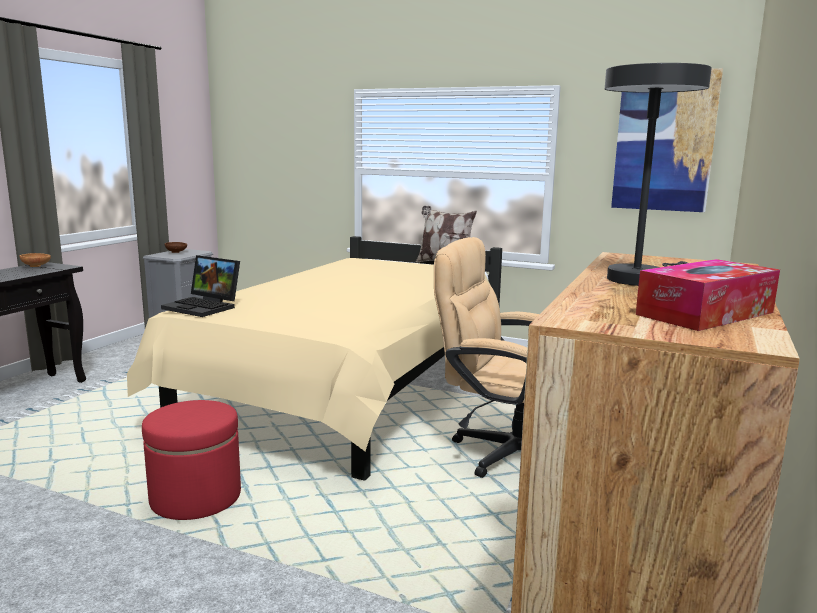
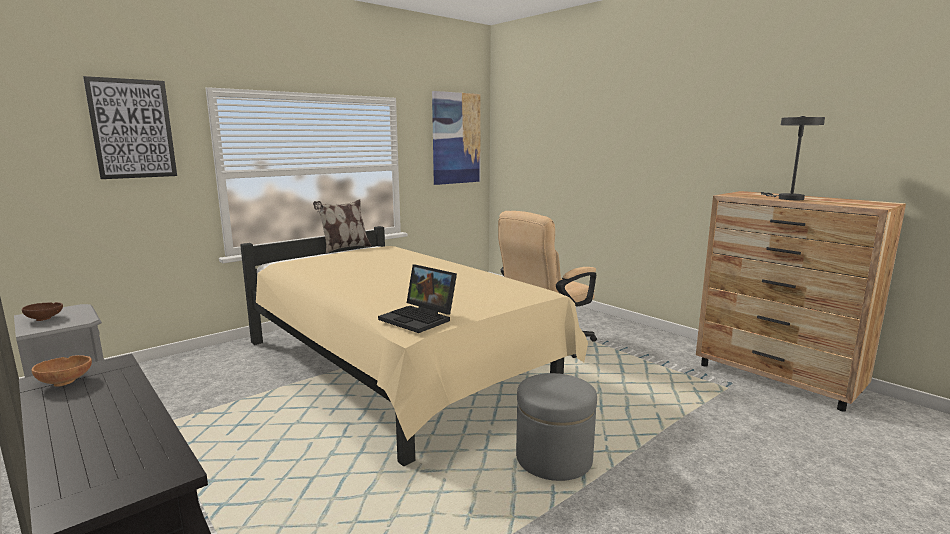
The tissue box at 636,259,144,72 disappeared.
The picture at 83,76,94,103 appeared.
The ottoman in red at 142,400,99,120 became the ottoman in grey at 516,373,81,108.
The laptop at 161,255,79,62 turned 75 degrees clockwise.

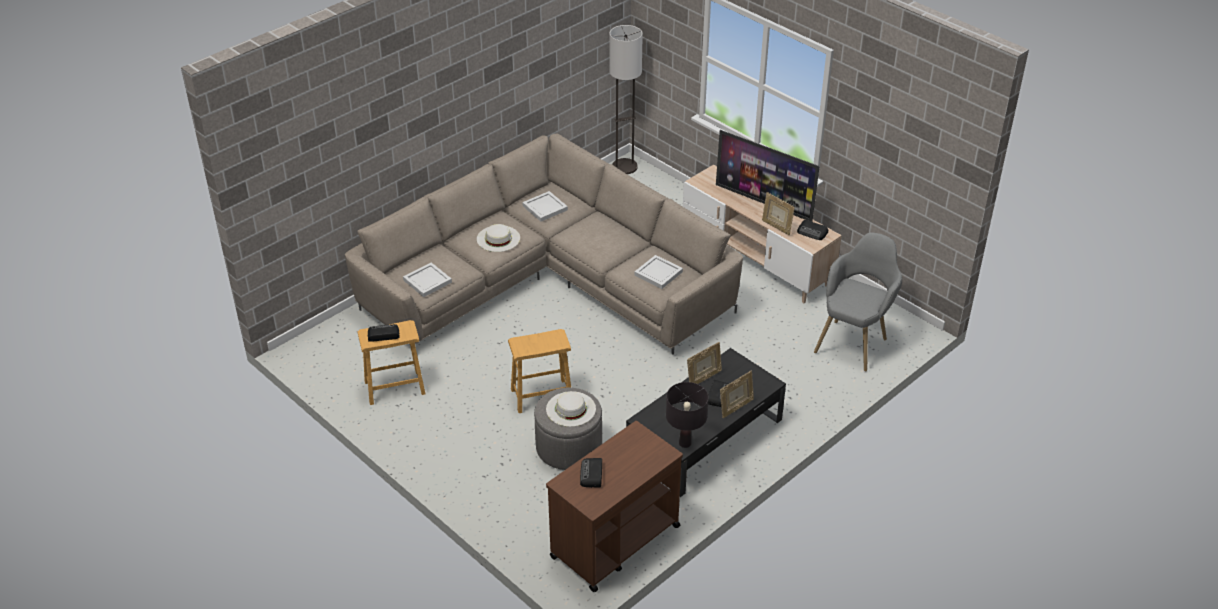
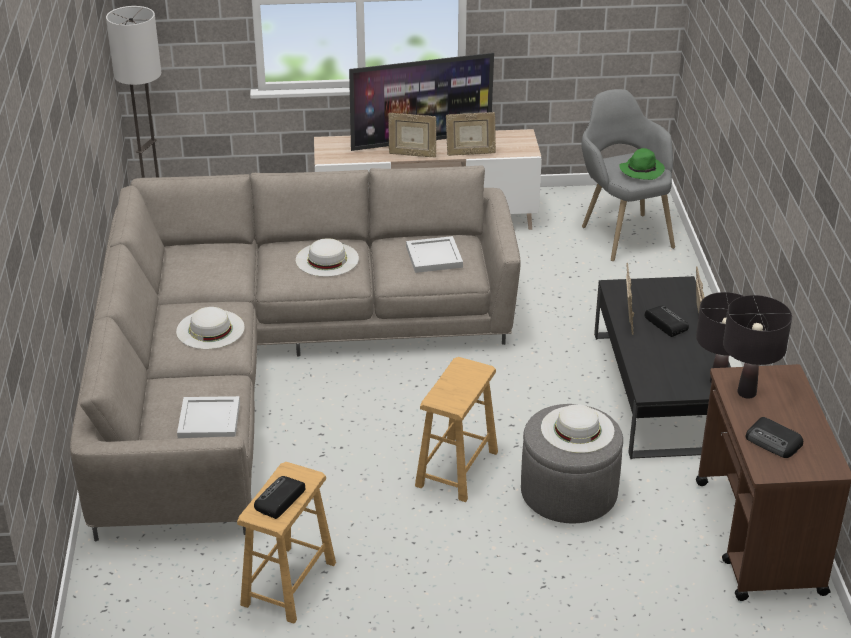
The tray in white at 522,191,46,31 disappeared.
The radio at 797,220,31,20 disappeared.
The hat in white at 296,238,63,39 appeared.
The picture frame at 388,113,48,45 appeared.
The hat in green at 620,148,45,32 appeared.
The table lamp in black at 723,295,69,104 appeared.

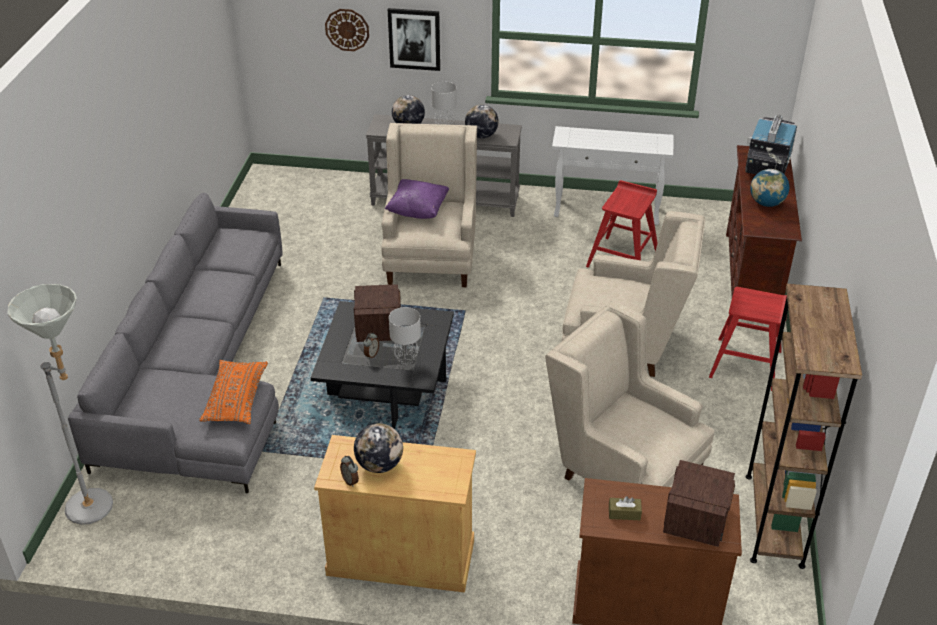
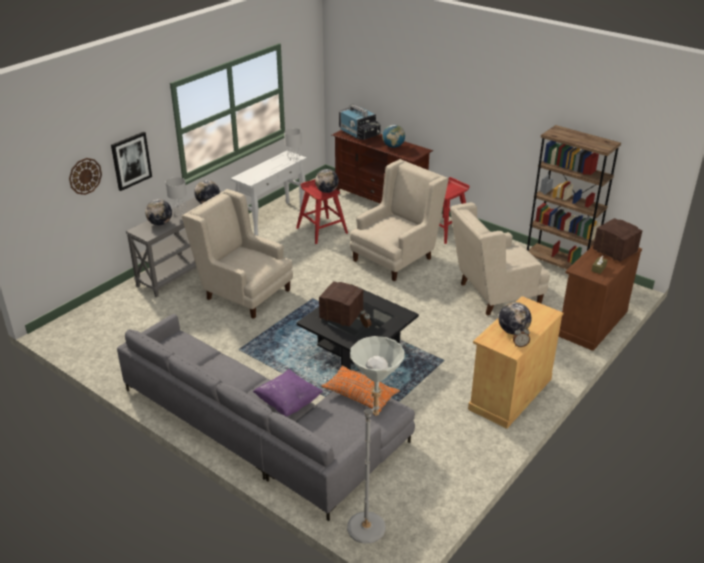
The globe at 315,169,24,24 appeared.
The pillow in purple moved from 385,179,64,40 to 253,369,70,47.
The table lamp in grey moved from 389,307,32,57 to 284,128,18,34.

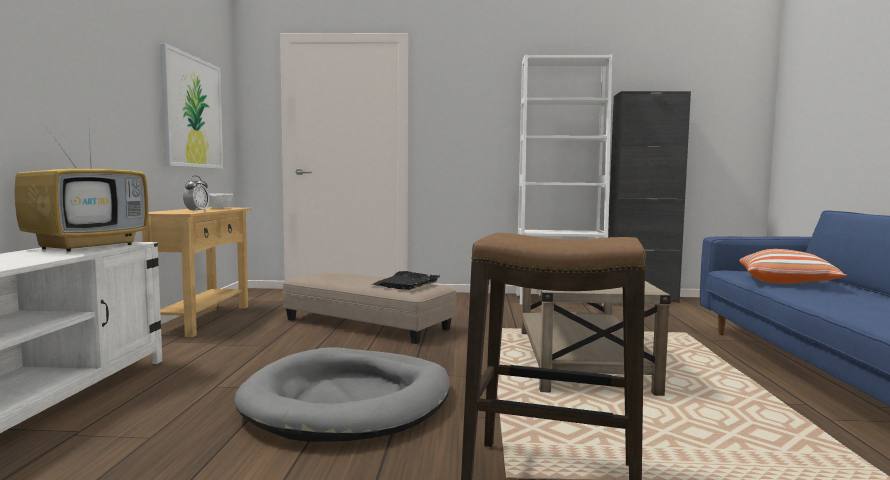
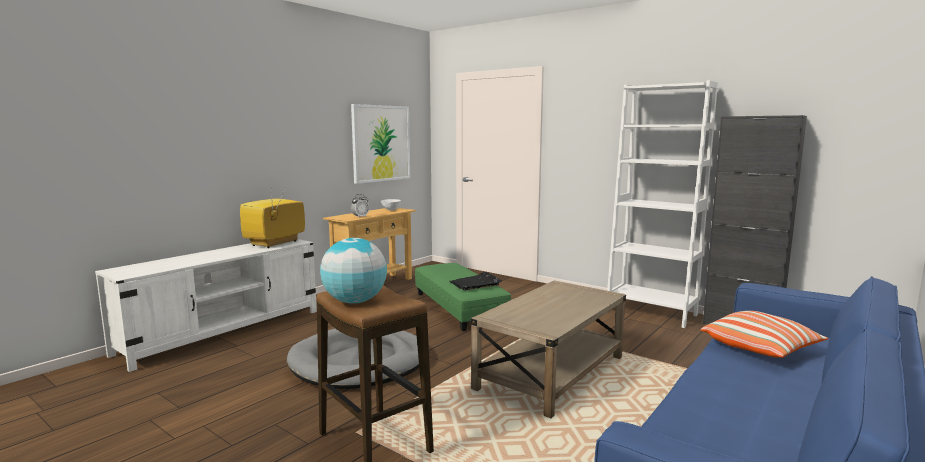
The globe at 320,238,67,66 appeared.
The ottoman in beige at 283,272,173,72 became the ottoman in green at 415,263,96,68.
The television at 15,132,133,119 turned 150 degrees clockwise.

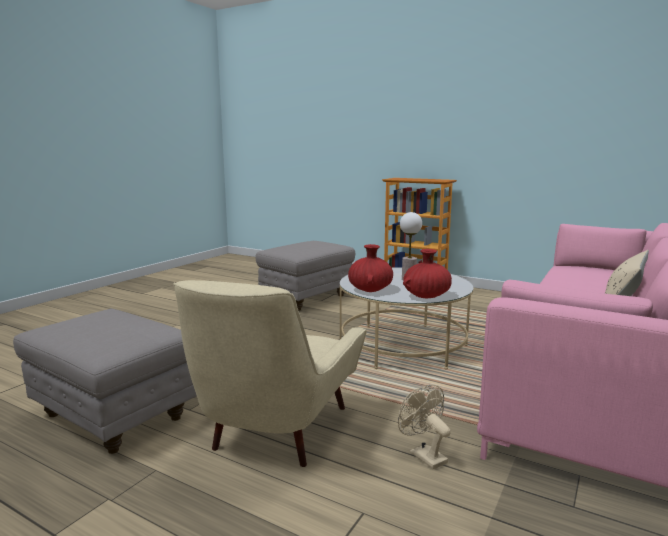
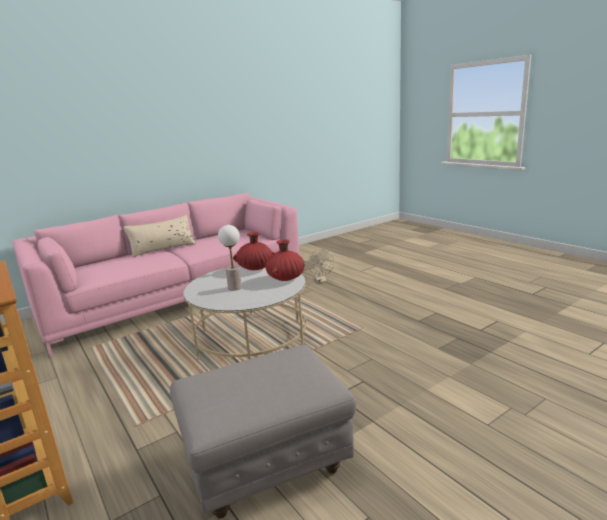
The ottoman in grey at 13,308,183,146 disappeared.
The armchair in beige at 173,280,194,187 disappeared.

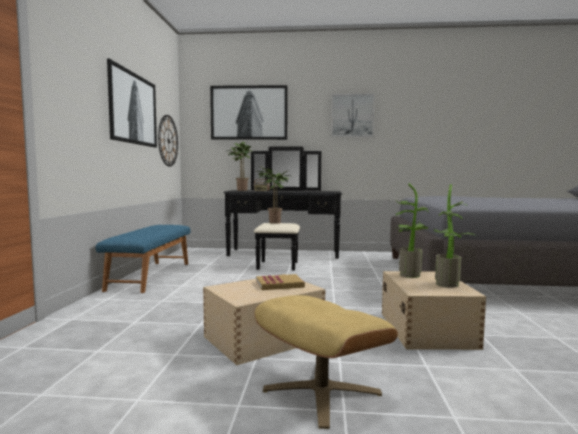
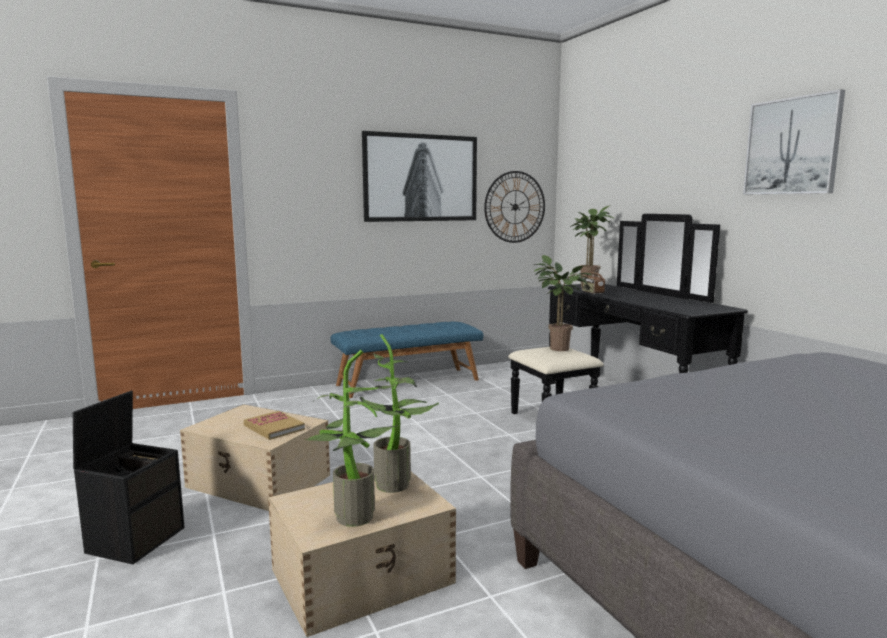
The picture at 210,85,78,55 disappeared.
The ottoman in beige at 254,295,144,134 was replaced by the storage box in black at 73,391,112,173.

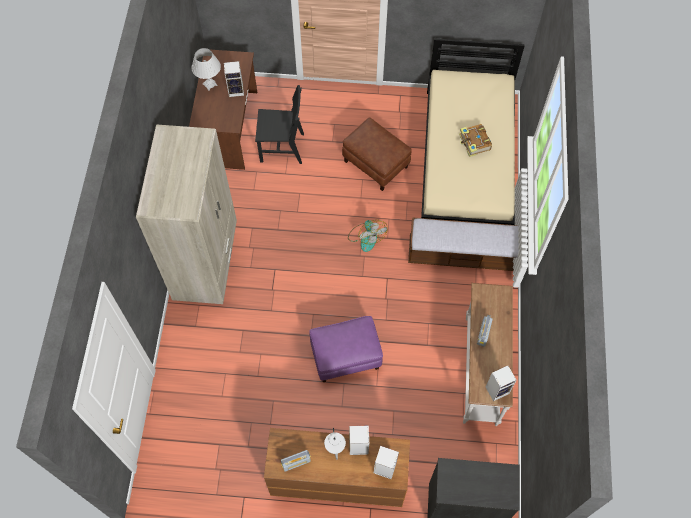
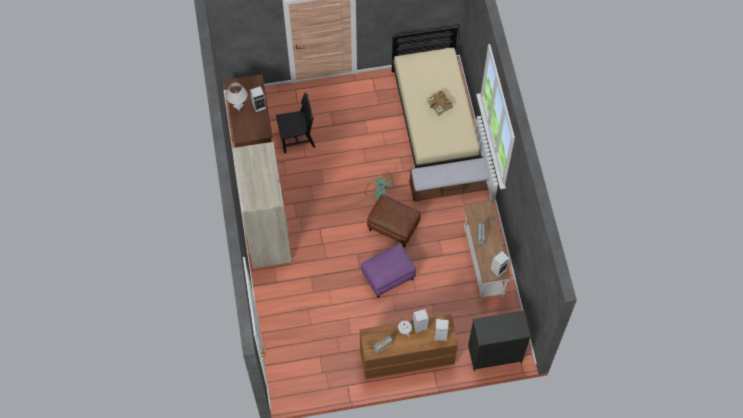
The ottoman in brown moved from 342,117,70,74 to 367,194,54,53.

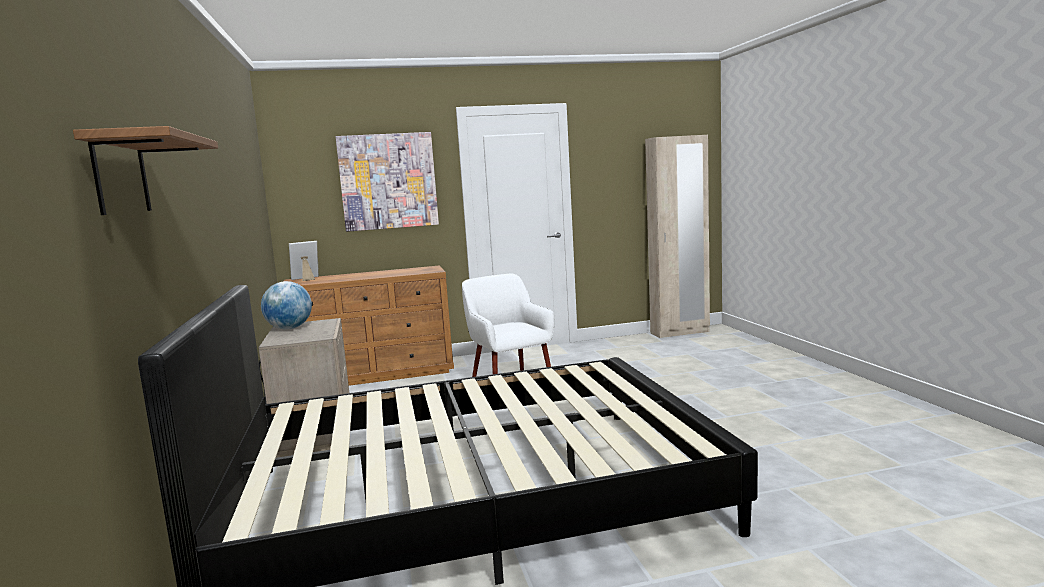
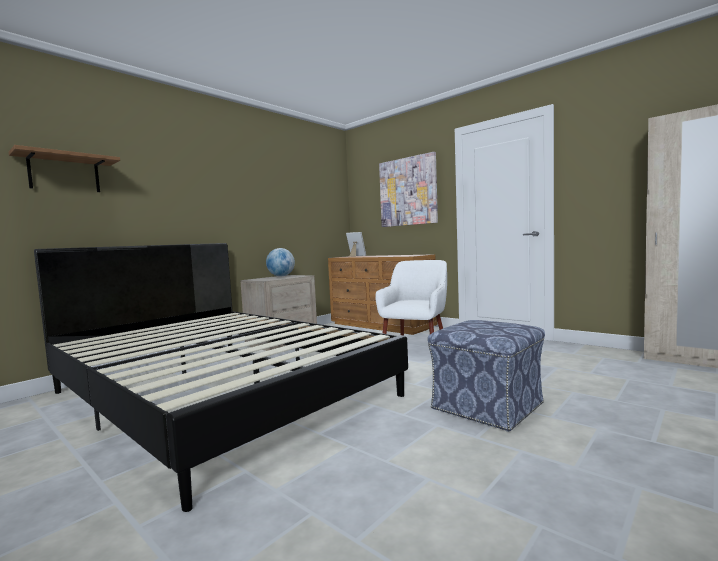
The ottoman at 428,320,117,112 appeared.

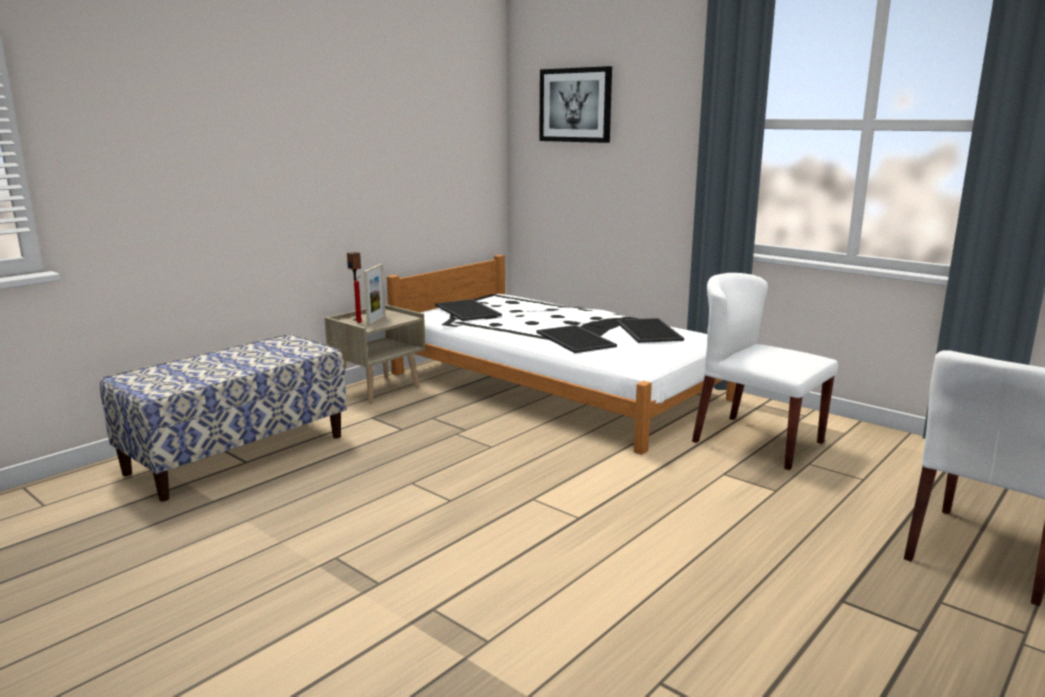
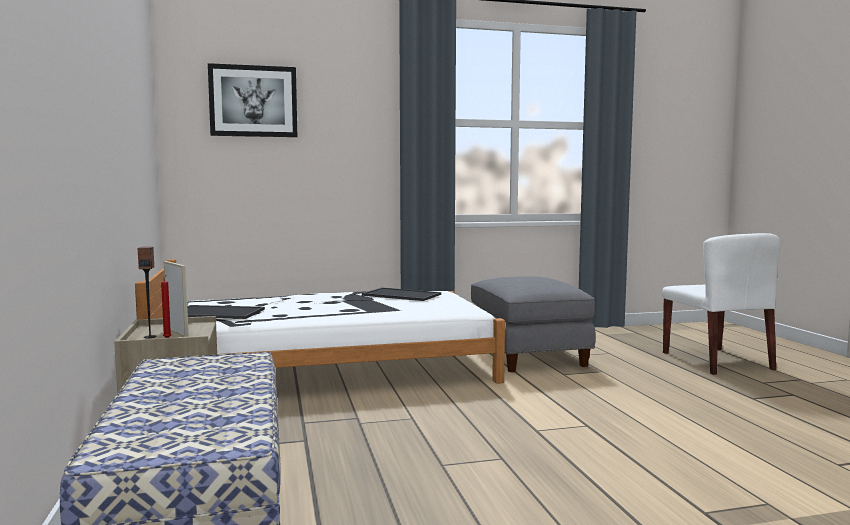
The tray at 536,325,81,28 disappeared.
The chair in white at 692,273,146,197 was replaced by the ottoman in grey at 471,276,124,96.

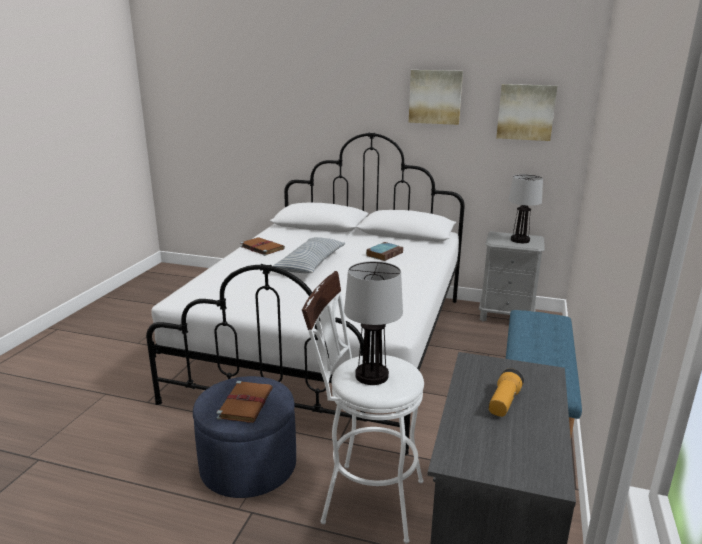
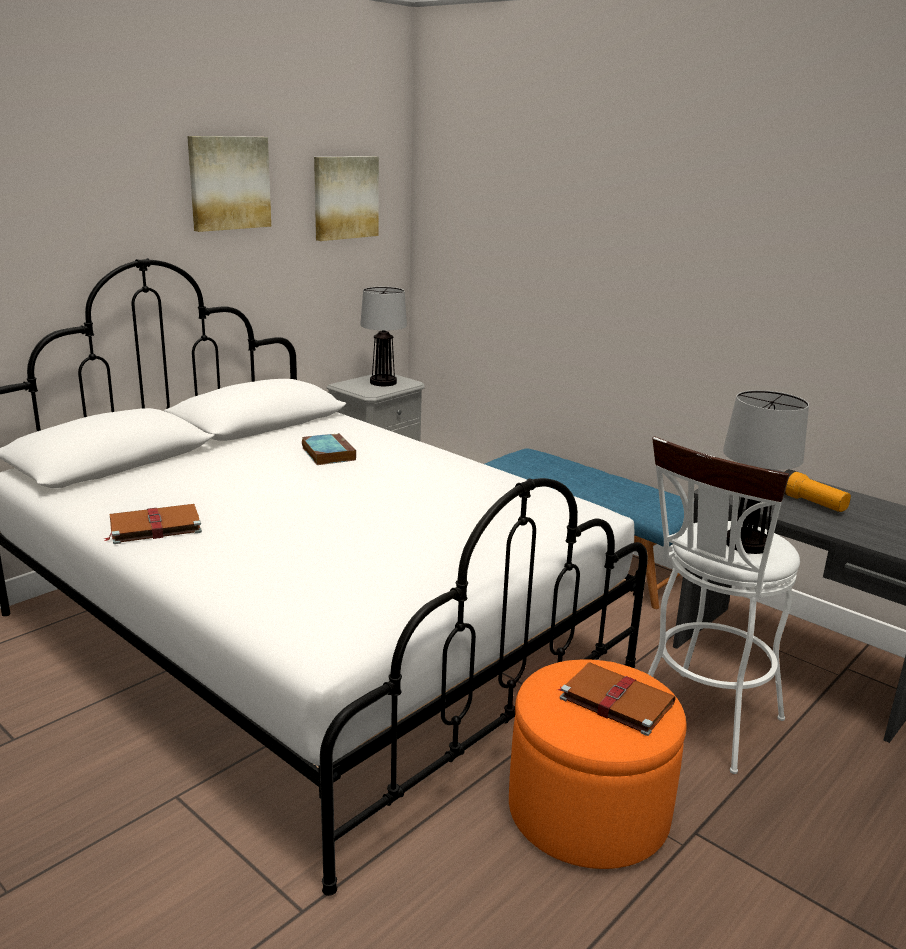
The pillow at 273,237,72,36 disappeared.
The ottoman in blue at 193,376,103,122 became the ottoman in orange at 509,659,178,210.

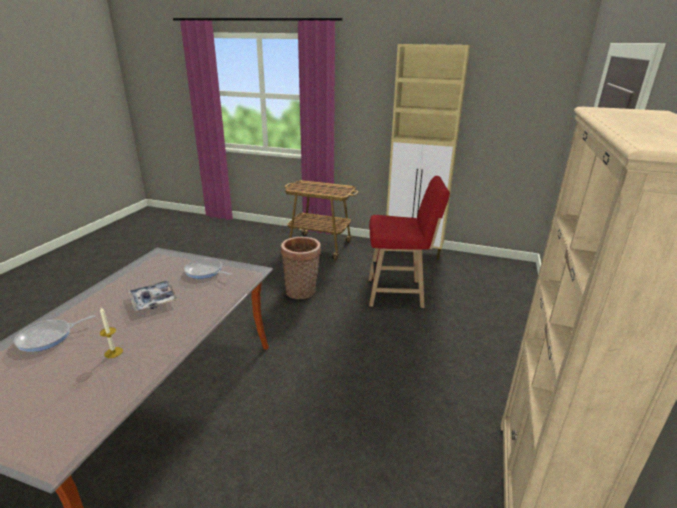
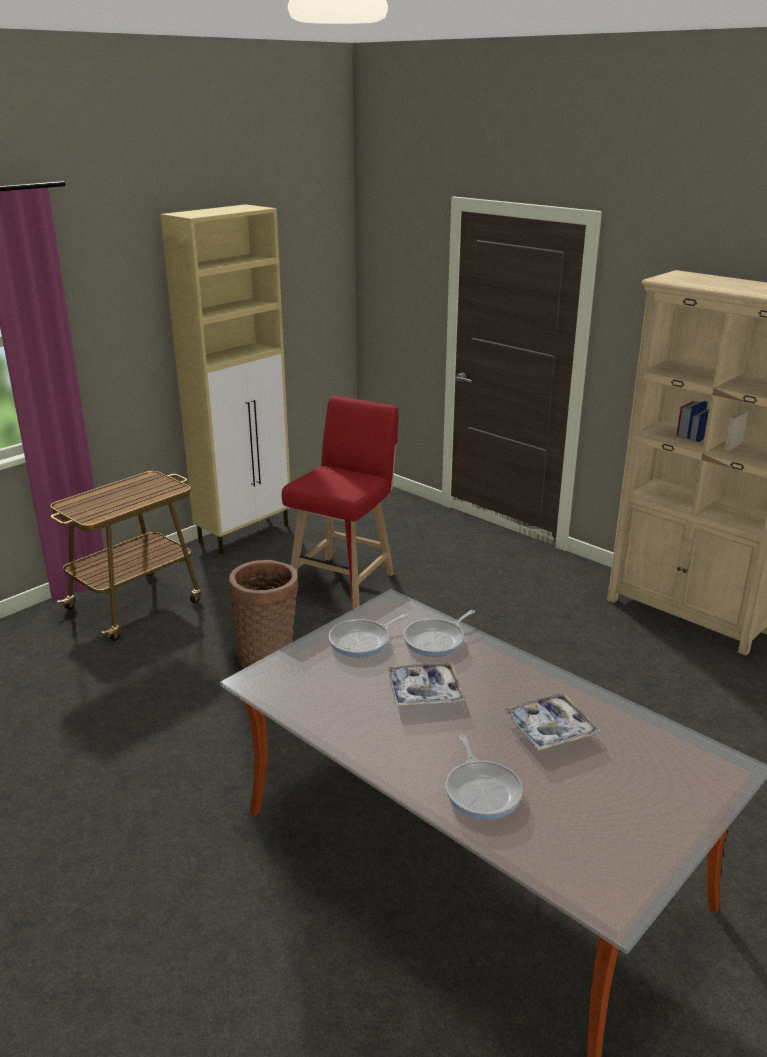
The frying pan at 404,610,71,47 appeared.
The candle at 100,307,23,51 was replaced by the tray at 503,692,97,59.

